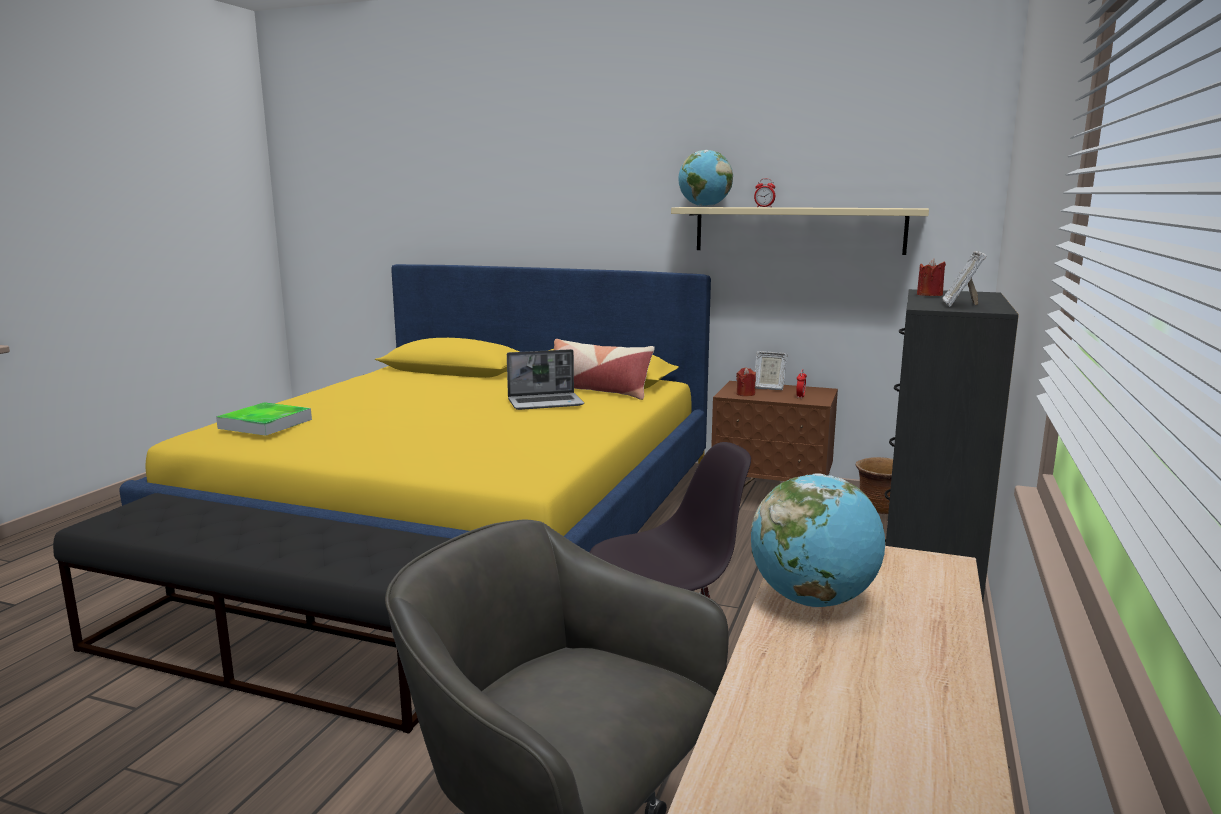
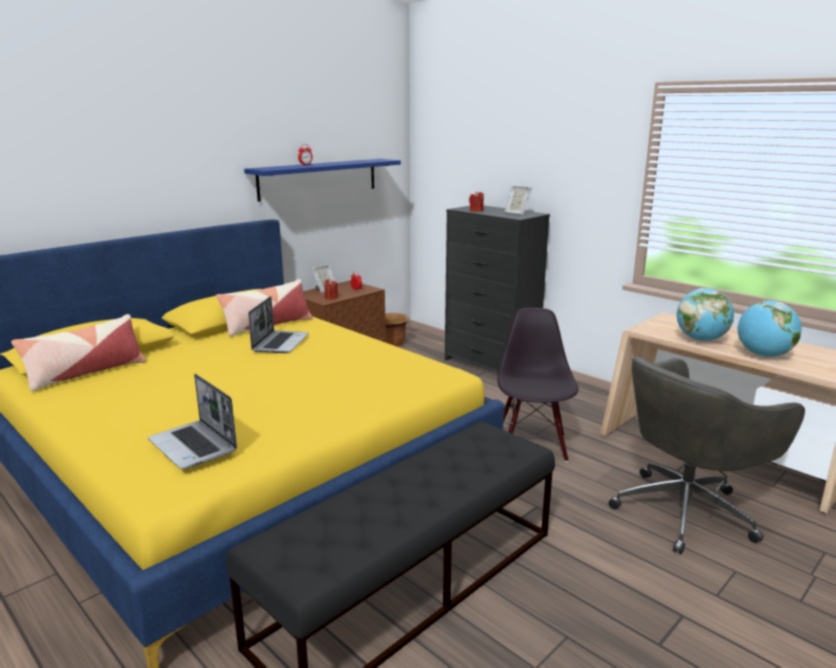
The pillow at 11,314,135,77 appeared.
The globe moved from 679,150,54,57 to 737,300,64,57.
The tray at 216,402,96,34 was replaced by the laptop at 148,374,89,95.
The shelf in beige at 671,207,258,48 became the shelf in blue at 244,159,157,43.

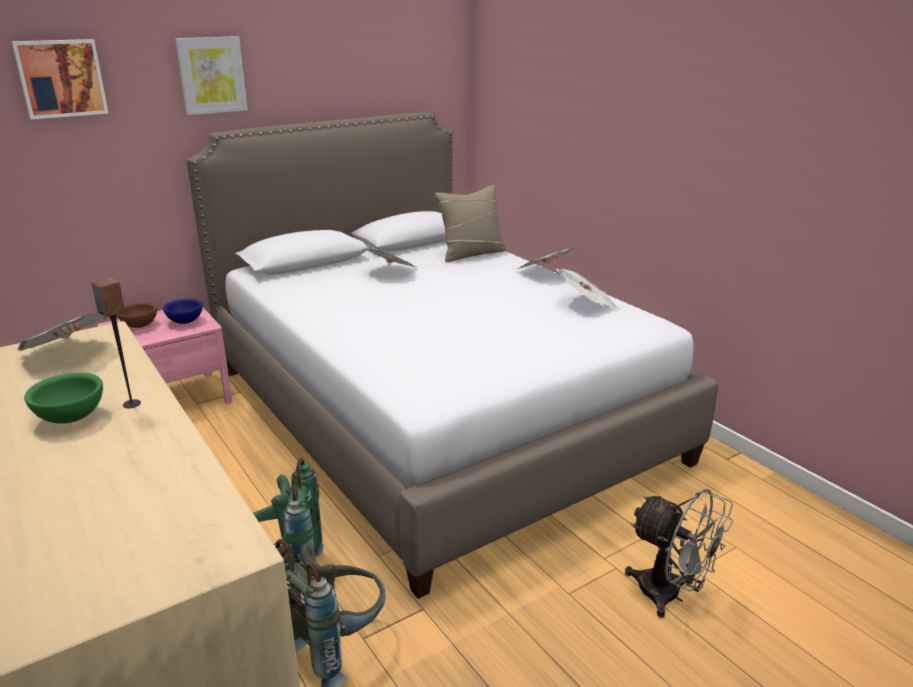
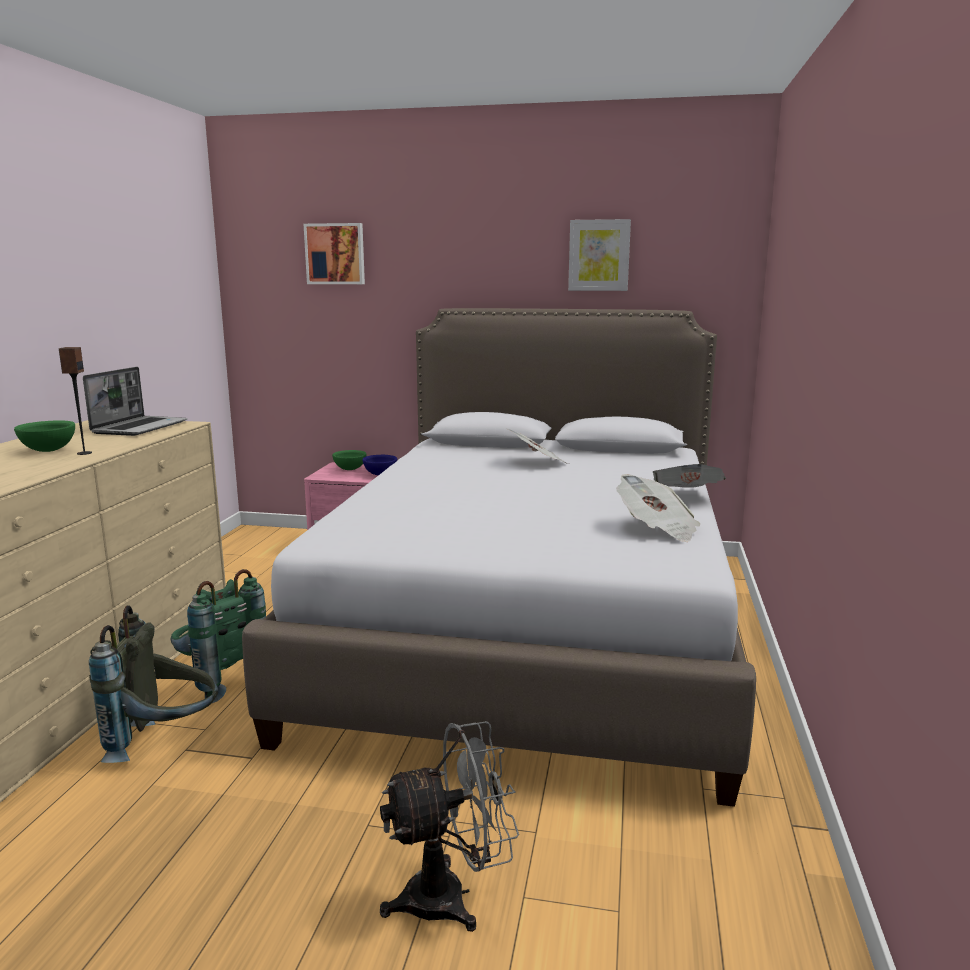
The pillow in beige at 435,185,72,77 disappeared.
The picture moved from 175,36,73,79 to 568,219,63,72.
The newspaper at 18,312,88,39 was replaced by the laptop at 83,367,105,69.
The bowl in brown at 117,302,40,26 became the bowl in green at 332,450,35,20.
The fan in grey at 625,489,108,129 turned 105 degrees counterclockwise.

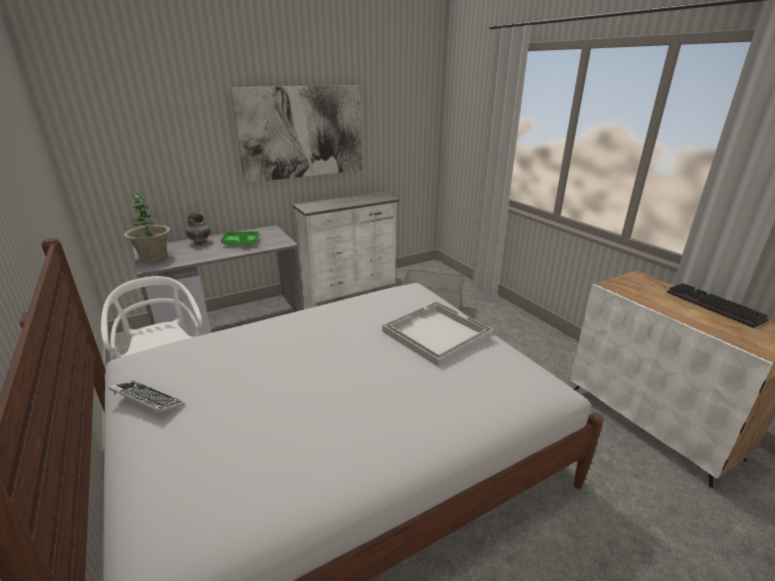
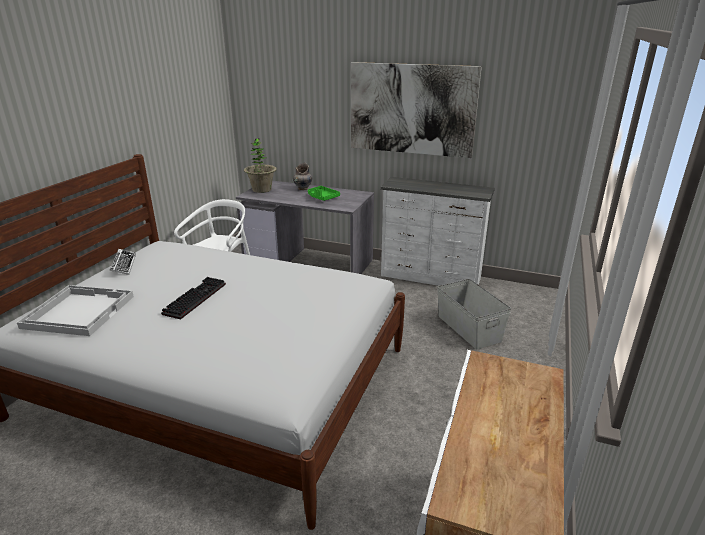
The tray in white moved from 382,301,112,66 to 17,285,117,51.
The keyboard moved from 667,283,101,45 to 161,277,65,43.

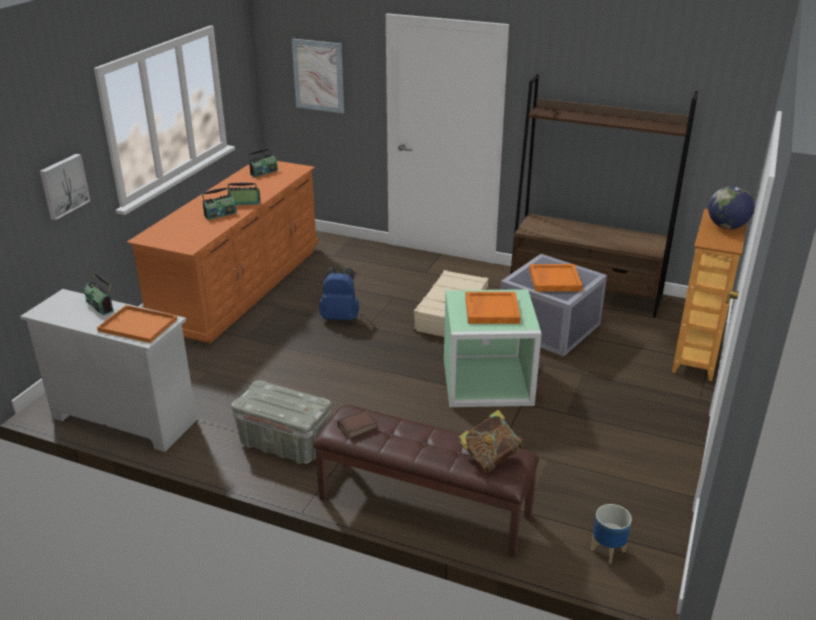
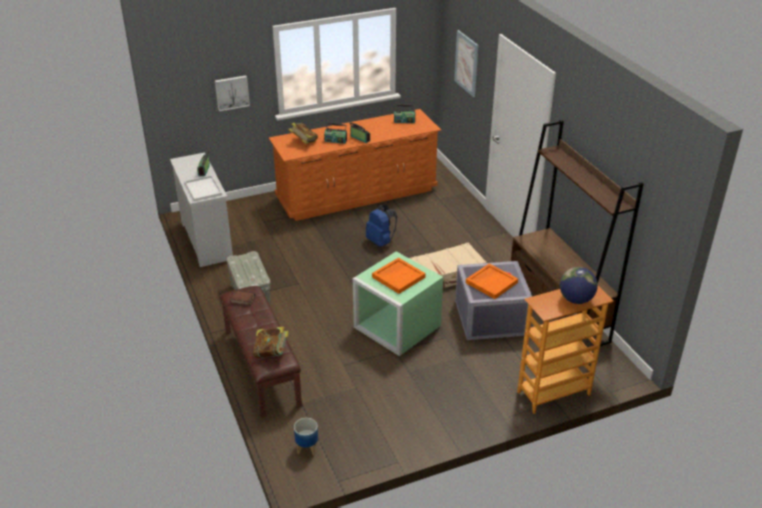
The book at 288,123,30,21 appeared.
The tray in orange at 97,305,80,38 became the tray in white at 185,175,37,26.

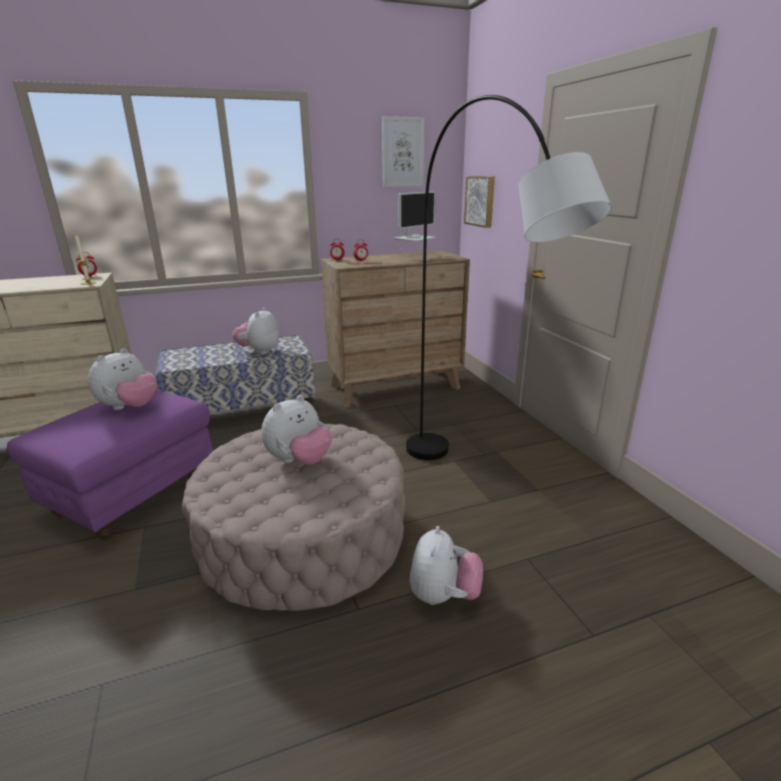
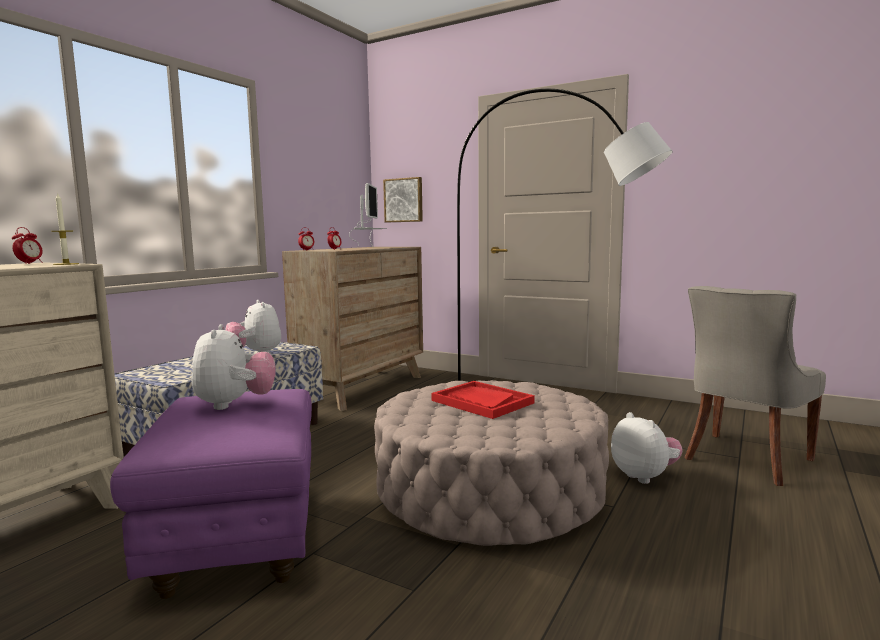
The picture at 382,116,42,71 disappeared.
The chair in grey at 684,286,142,200 appeared.
The plush toy at 261,395,71,70 was replaced by the tray in red at 431,381,104,38.

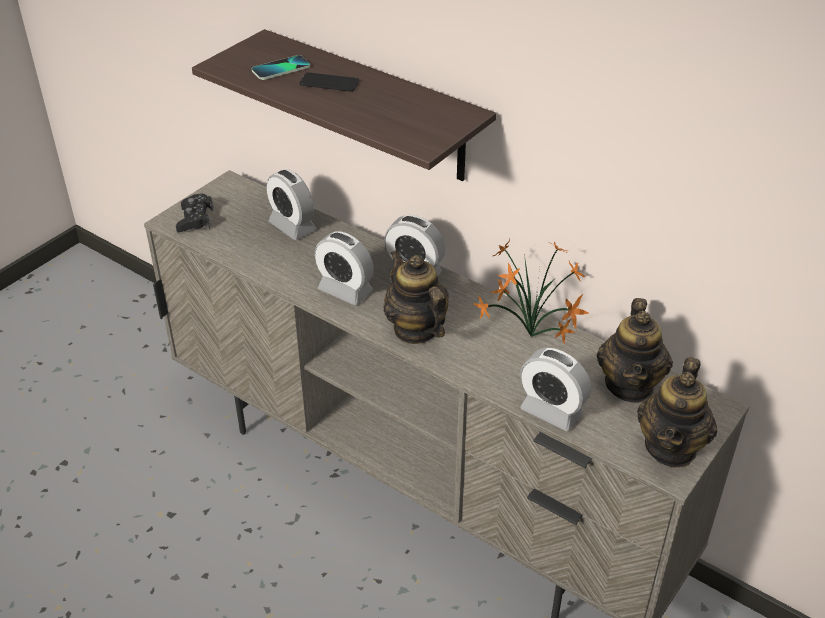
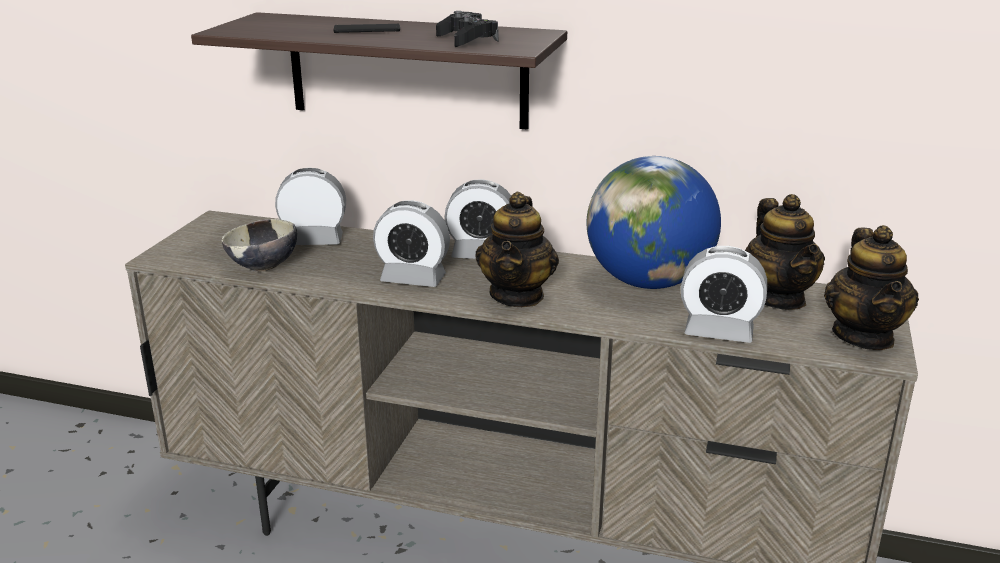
The phone at 252,55,58,25 disappeared.
The bowl at 221,219,76,52 appeared.
The game controller in black moved from 176,194,38,38 to 436,11,62,36.
The potted plant at 473,239,116,105 was replaced by the globe at 586,156,135,133.
The alarm clock at 267,169,49,71 turned 150 degrees clockwise.
The teapot at 384,250,65,94 turned 120 degrees counterclockwise.

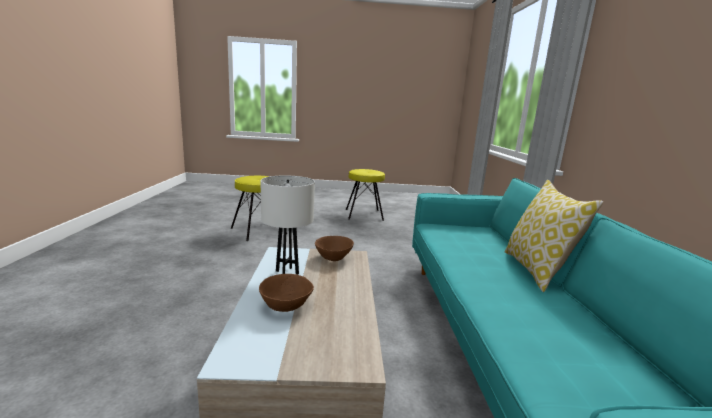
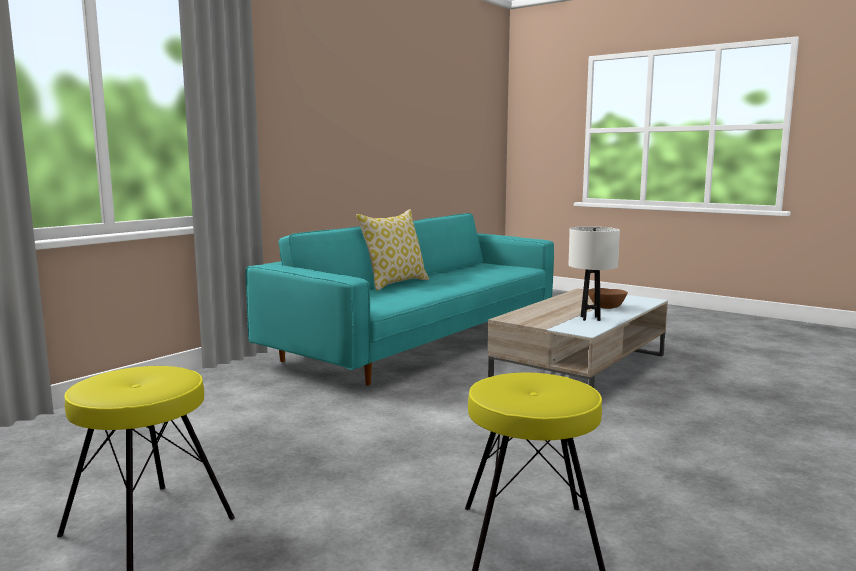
The bowl in brown at 315,236,39,25 disappeared.

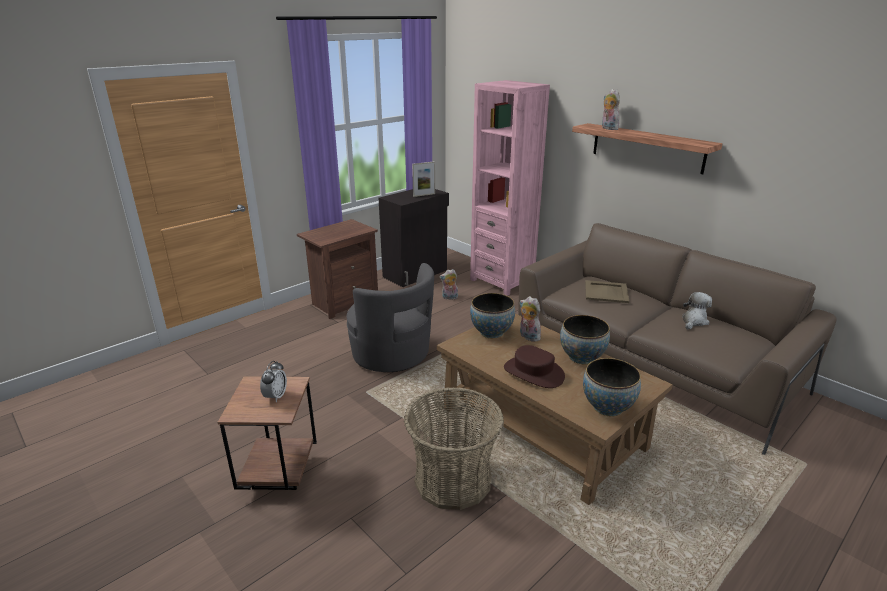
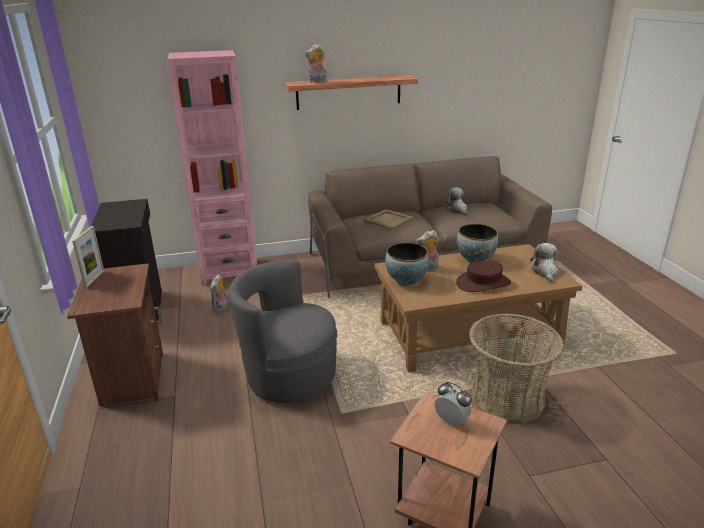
The picture frame moved from 412,161,23,36 to 72,226,32,62.
The bowl at 583,358,58,59 was replaced by the plush toy at 530,243,28,39.
The armchair in grey at 347,263,87,109 turned 150 degrees counterclockwise.

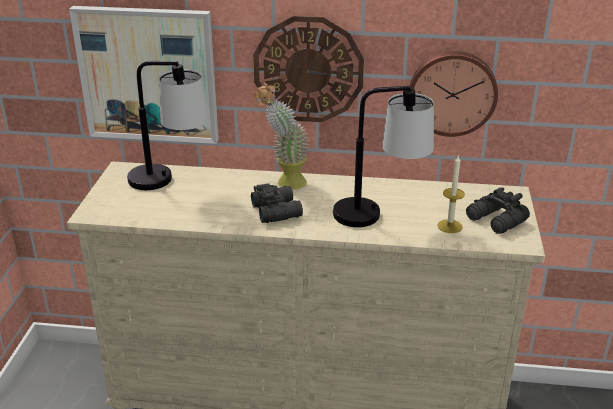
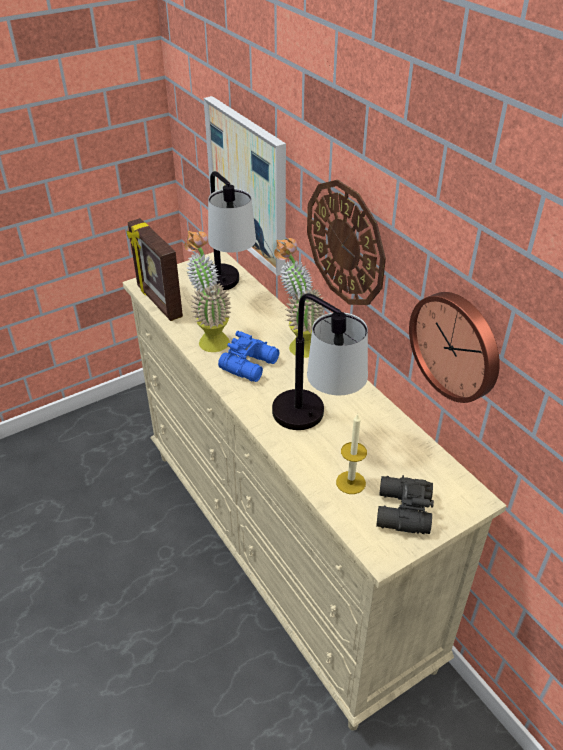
The picture frame at 127,218,56,103 appeared.
The potted plant at 184,231,47,121 appeared.
The binoculars in black at 251,183,52,40 became the binoculars in blue at 218,331,61,51.

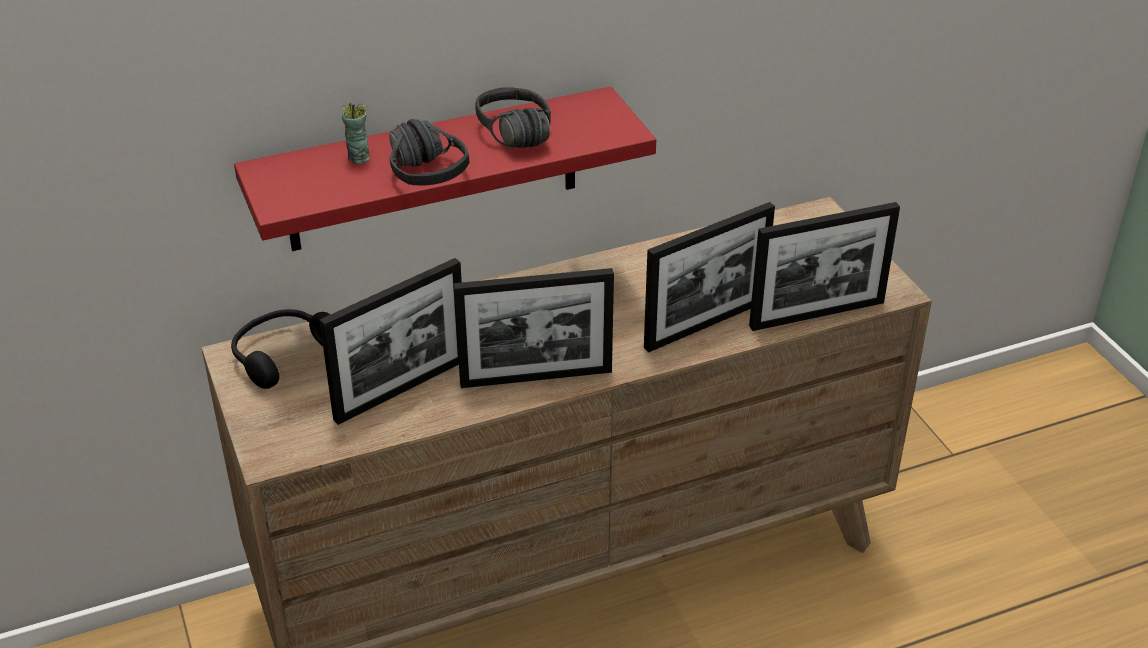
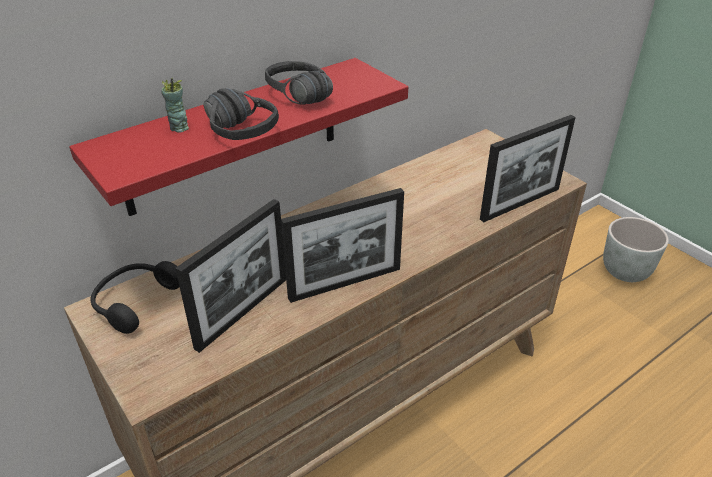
The picture frame at 644,202,131,150 disappeared.
The planter in grey at 603,217,66,65 appeared.

